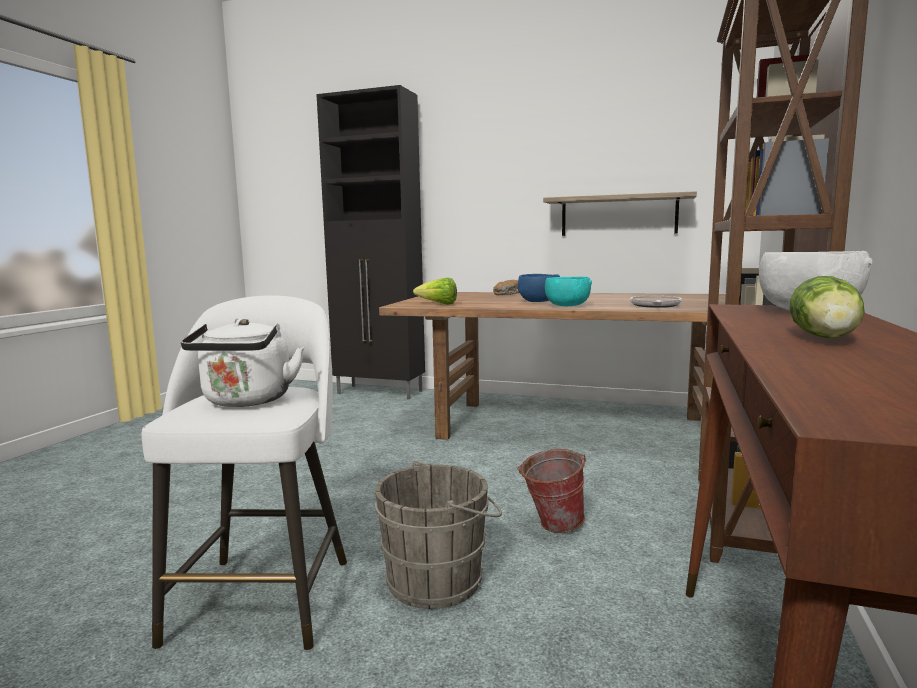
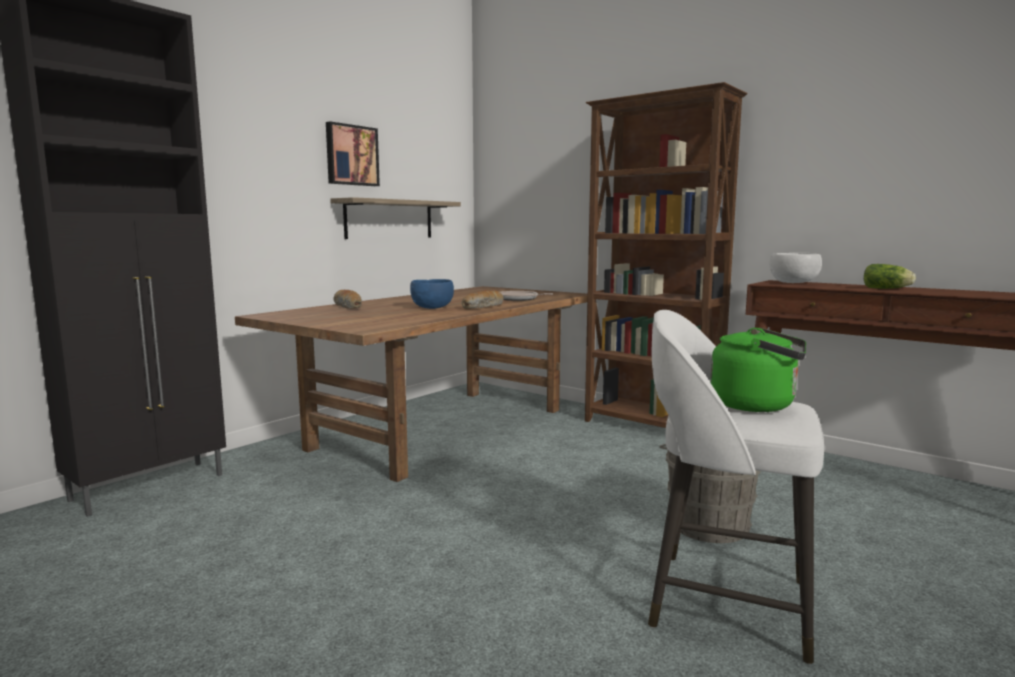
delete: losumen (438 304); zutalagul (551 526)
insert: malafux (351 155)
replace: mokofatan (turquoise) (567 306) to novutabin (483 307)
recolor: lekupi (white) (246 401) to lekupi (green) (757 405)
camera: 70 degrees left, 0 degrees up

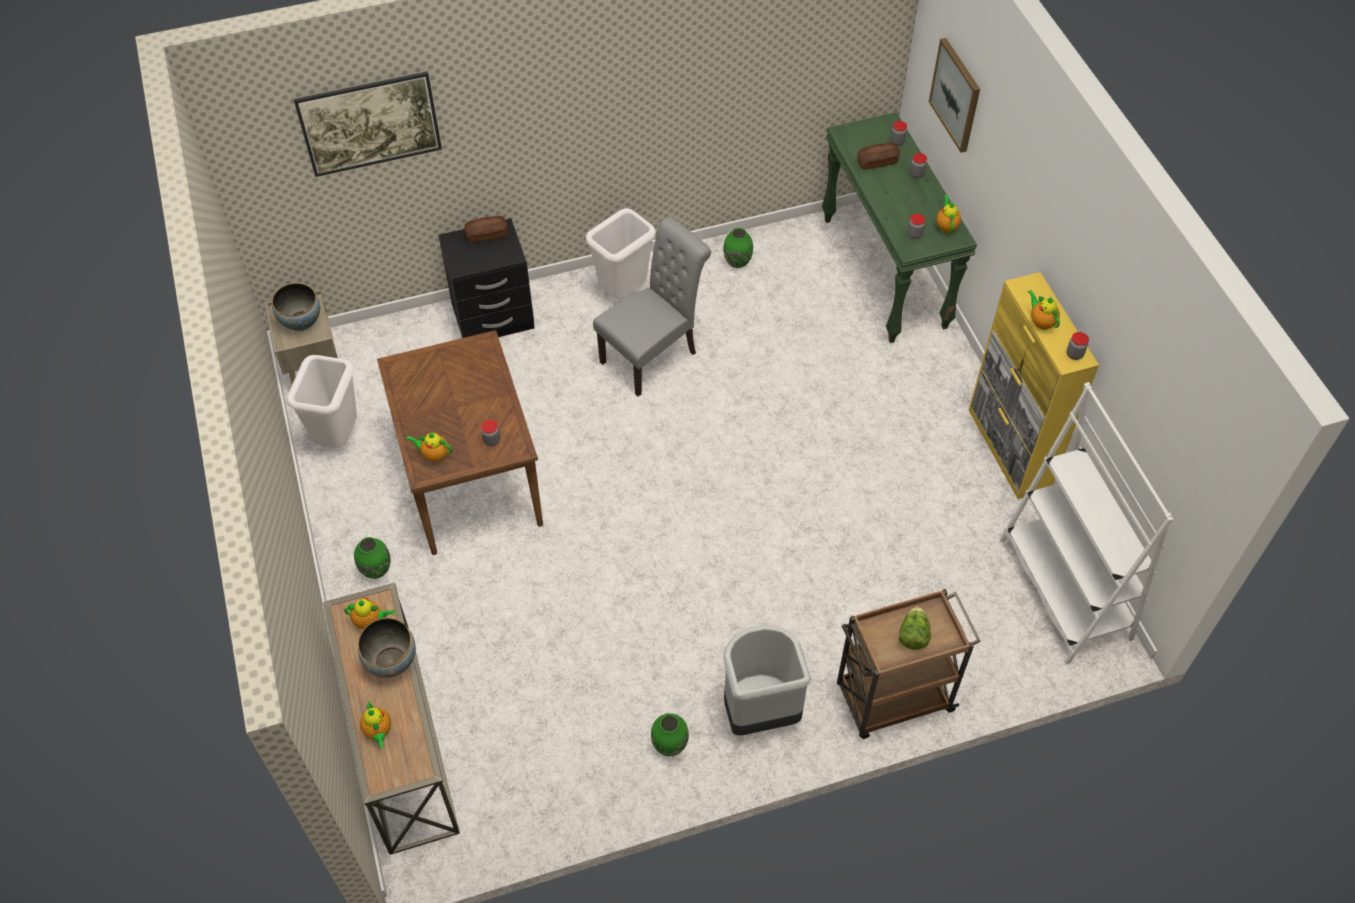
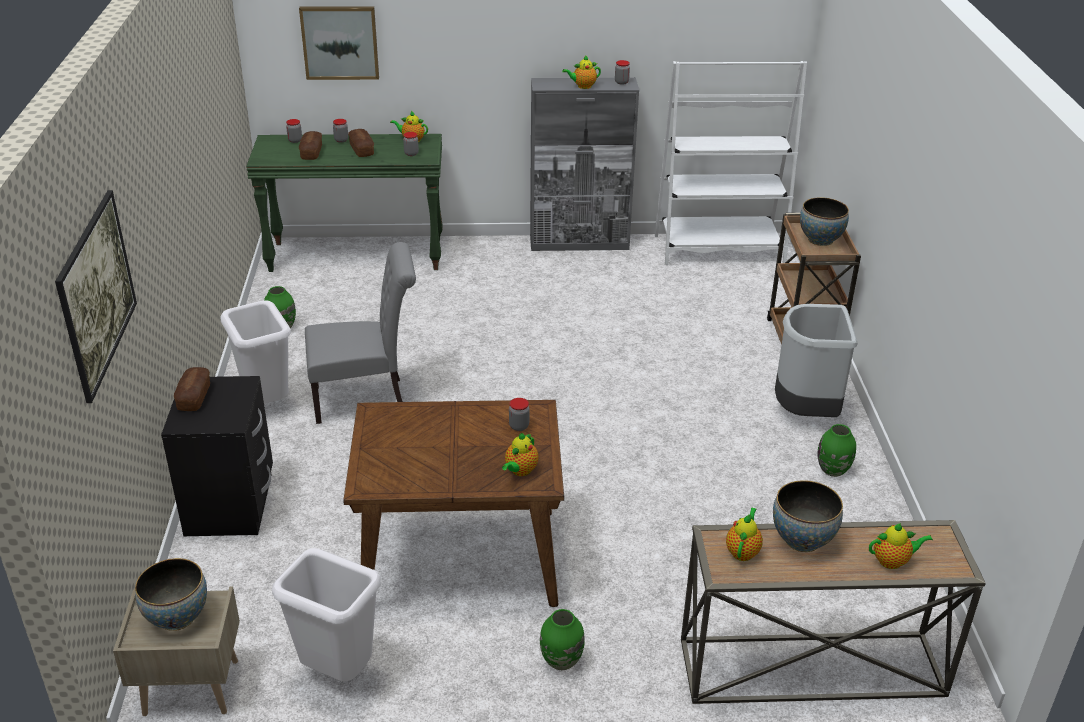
insert: novutabin (361 150)
replace: losumen (913 635) to mokofatan (820 240)
recolor: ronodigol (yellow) (1009 450) to ronodigol (grey) (579 243)
rotate: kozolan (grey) (653 355) = (366 399) 105 degrees clockwise
camera: 75 degrees left, 20 degrees down

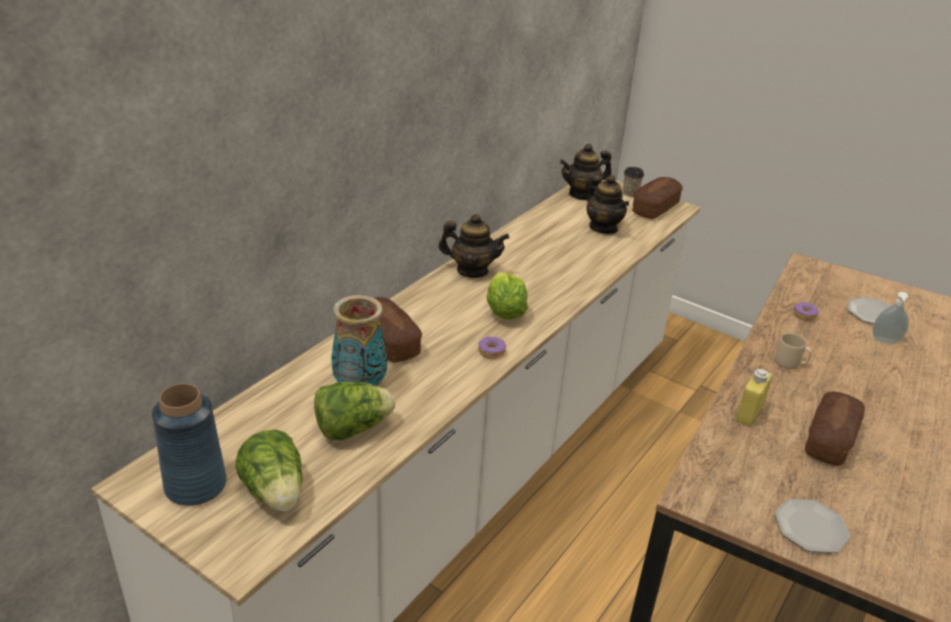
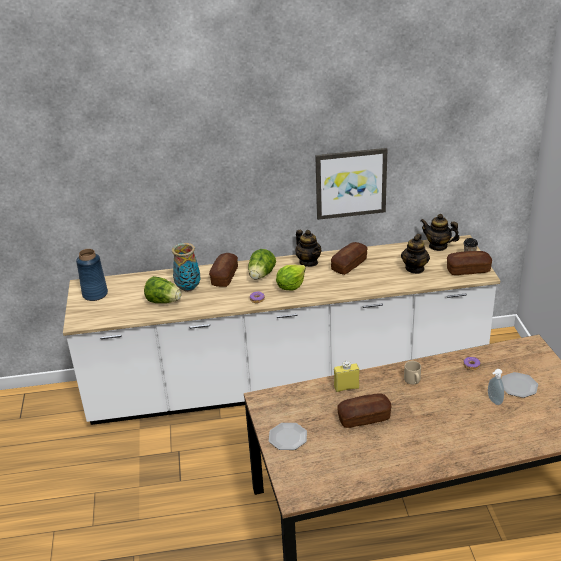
insert: malafux (350 183); novutabin (349 265)
move: losumen (275 492) to (261 275)
camera: 50 degrees right, 0 degrees up

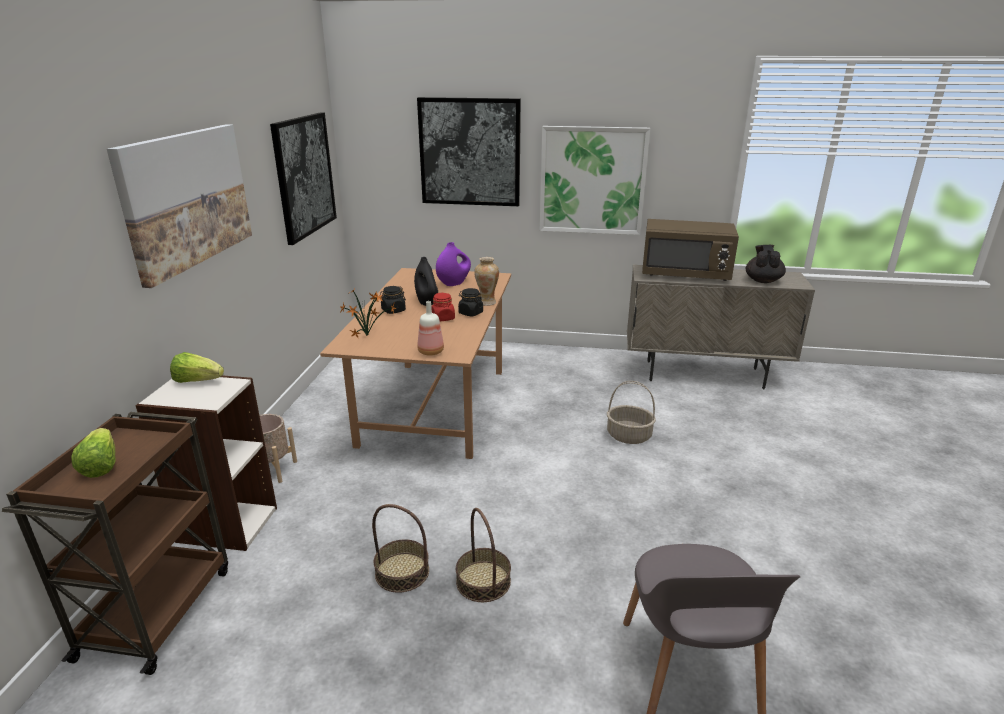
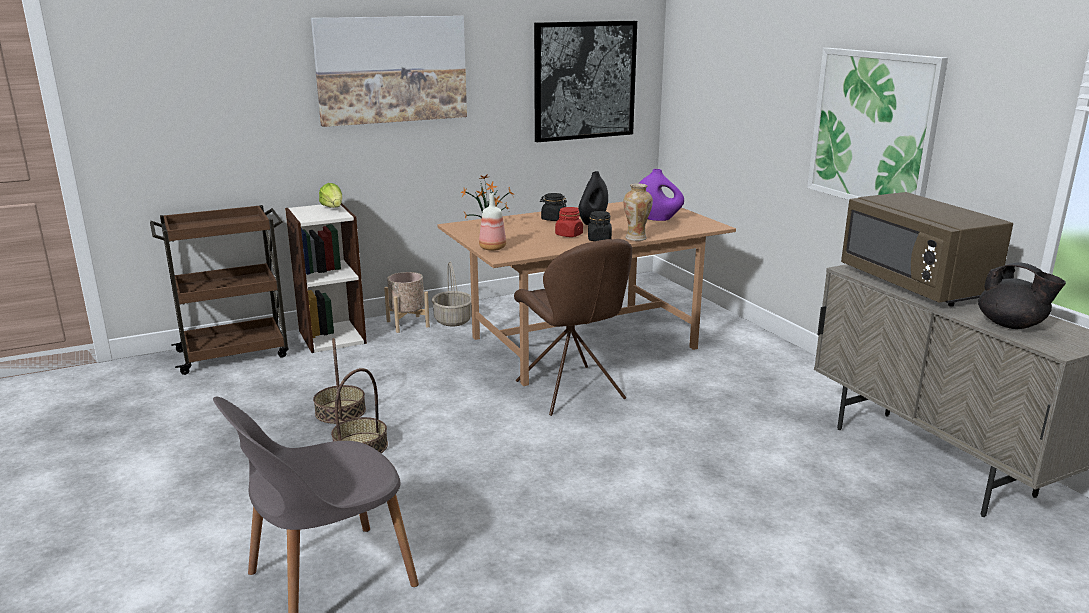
delete: losumen (101 465); malafux (470 152)
insert: kozolan (brown) (571 392)
move: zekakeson (629 435) to (453 320)
rotate: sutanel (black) (763 280) = (1011 325) 75 degrees clockwise
camera: 55 degrees right, 5 degrees down

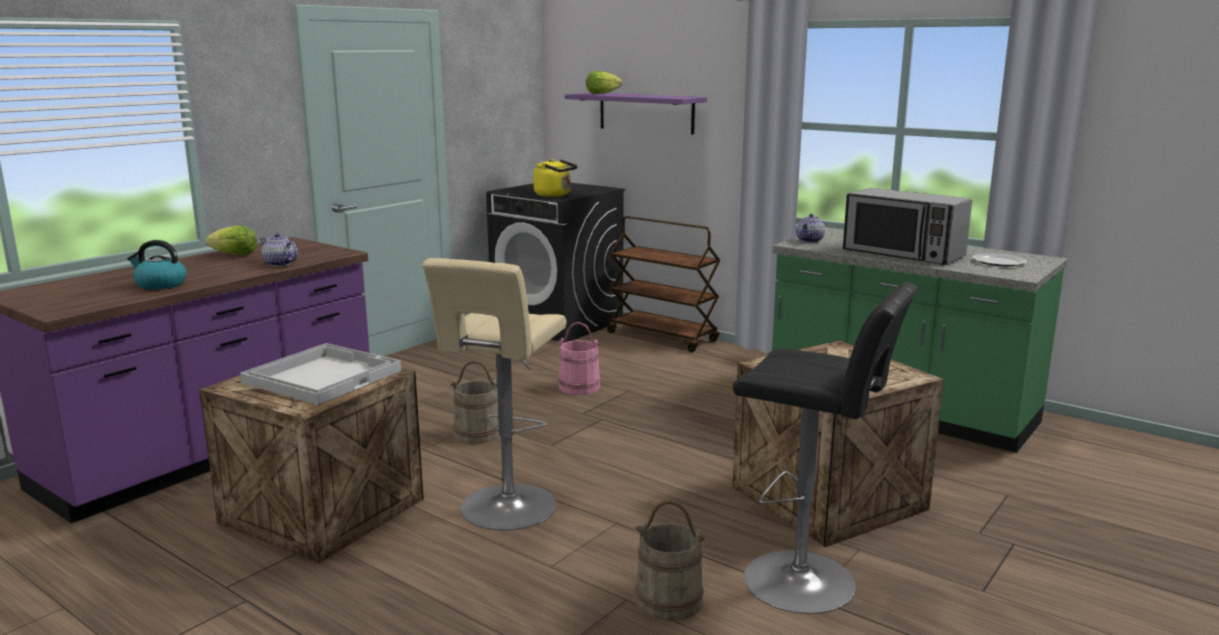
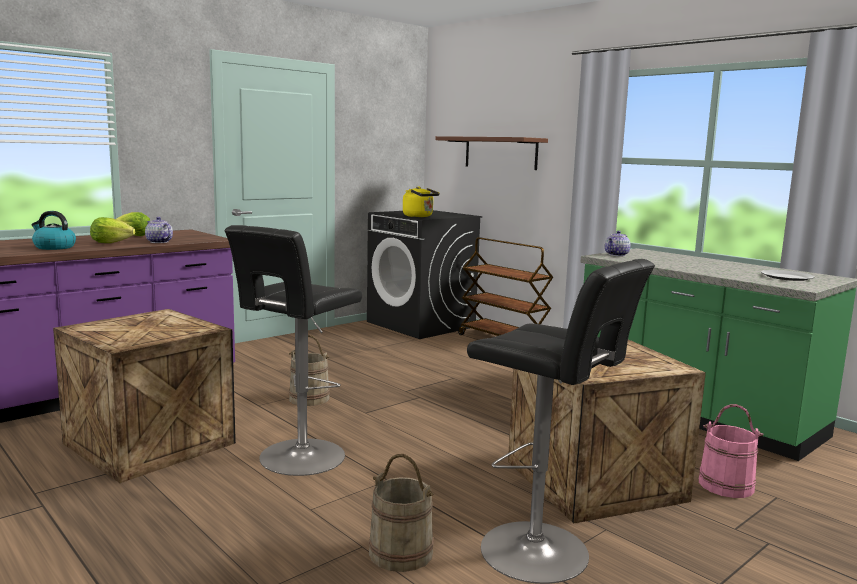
delete: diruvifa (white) (322 376); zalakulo (903 254)
move: zutalagul (pink) (579 387) to (725 485); losumen (601 93) to (111 243)
recolor: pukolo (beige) (505 510) to pukolo (black) (298 459); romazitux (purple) (646 113) to romazitux (brown) (500 153)
camera: 10 degrees right, 5 degrees down

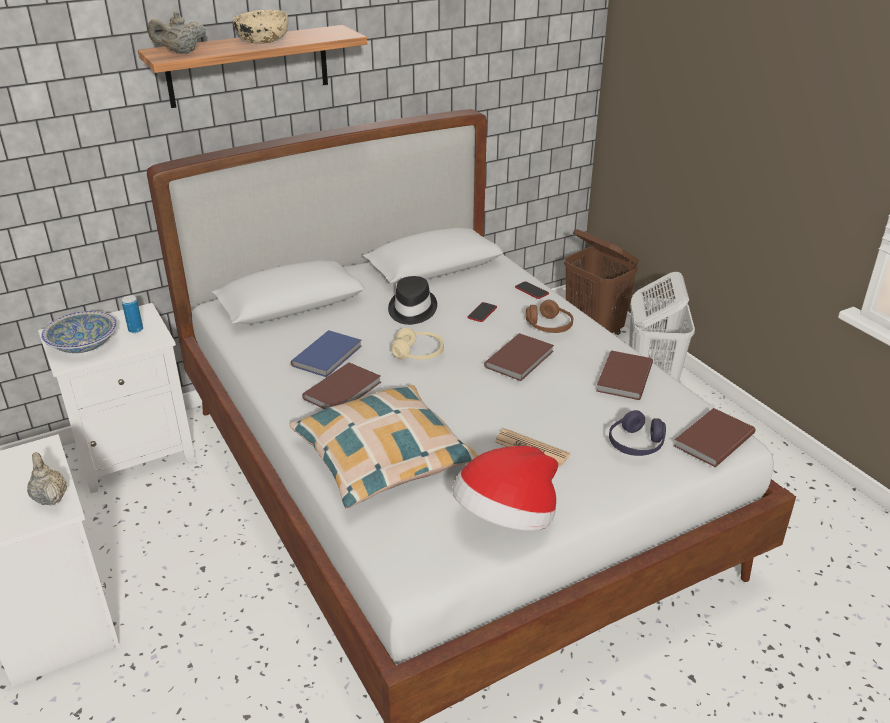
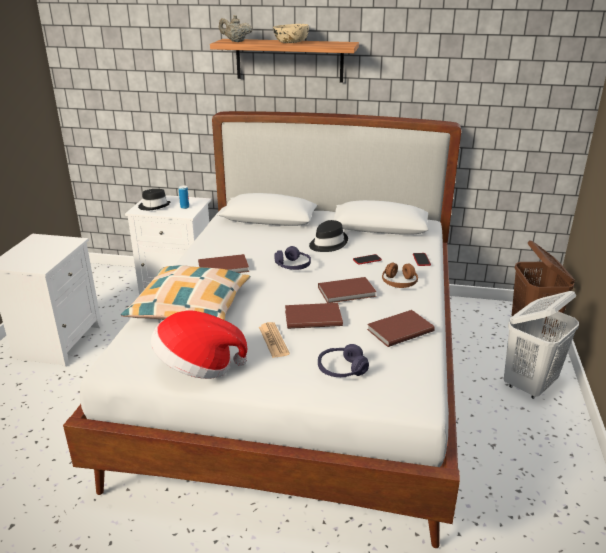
delete: sutanel (beige) (50 498); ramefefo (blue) (329 356)
move: ramefefo (brown) (711 439) to (312 317)
replace: mokofatan (83 345) to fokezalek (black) (154 206)
recolor: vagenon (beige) (418 353) to vagenon (purple) (293 266)
camera: 40 degrees right, 5 degrees down

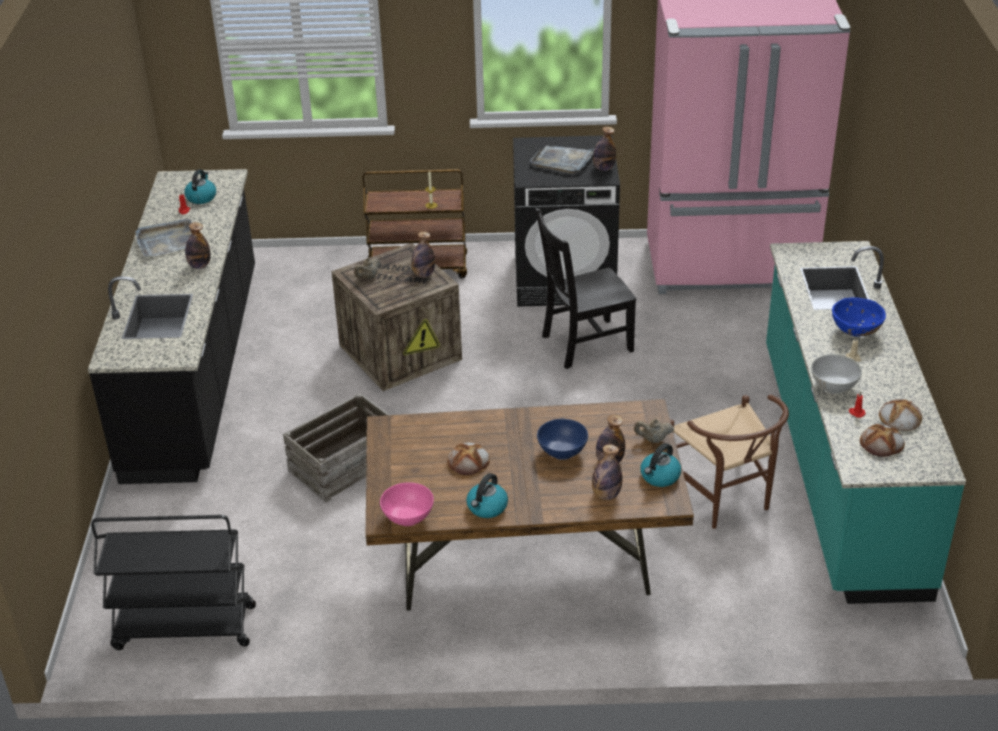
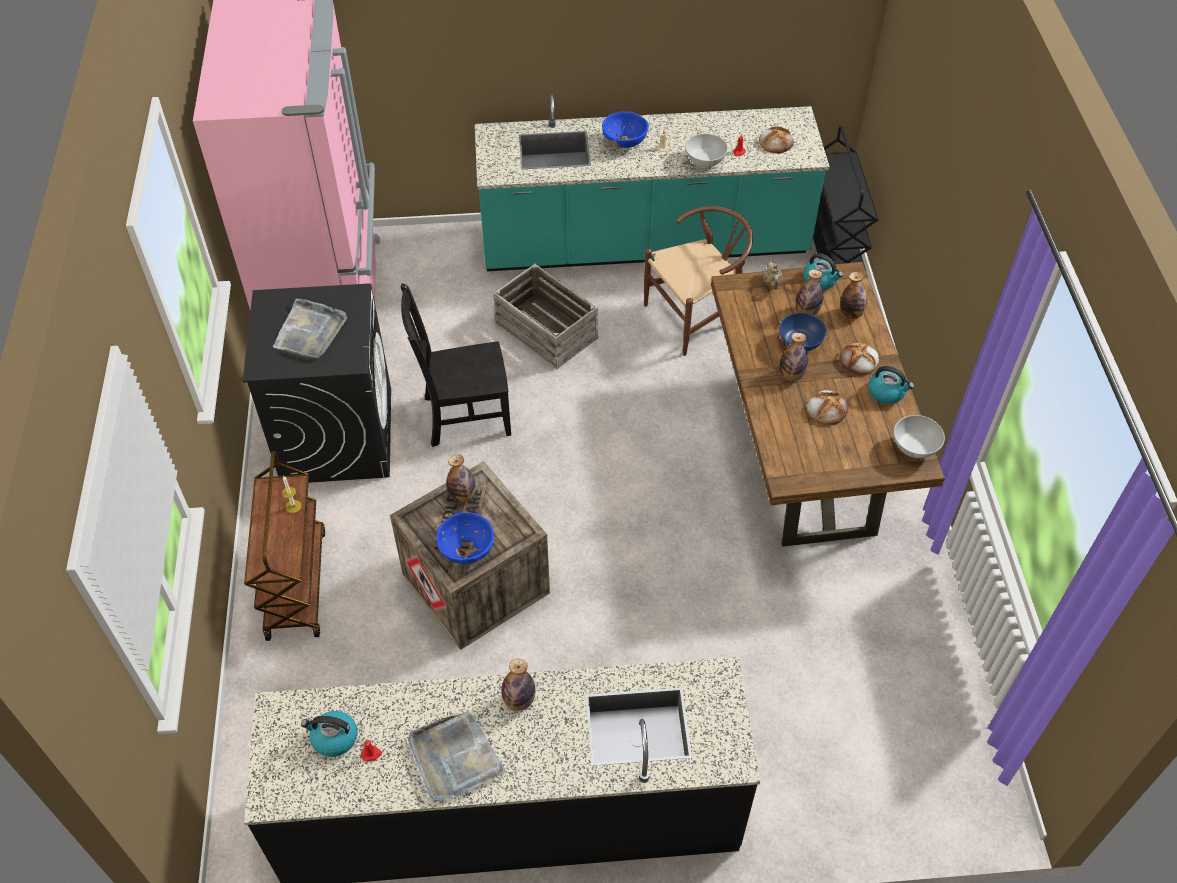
move: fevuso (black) (183 628) to (833 248); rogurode (345 464) to (545 331); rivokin (603 168) to (791 375); novutabin (899 418) to (858 361)
replace: sutanel (beige) (368 277) to mokofatan (blue) (467 551)
recolor: mokofatan (pink) (408 518) to mokofatan (white) (914 447)
rotate: kozolan (black) (584 344) = (463 416) 105 degrees clockwise
camera: 95 degrees left, 15 degrees up

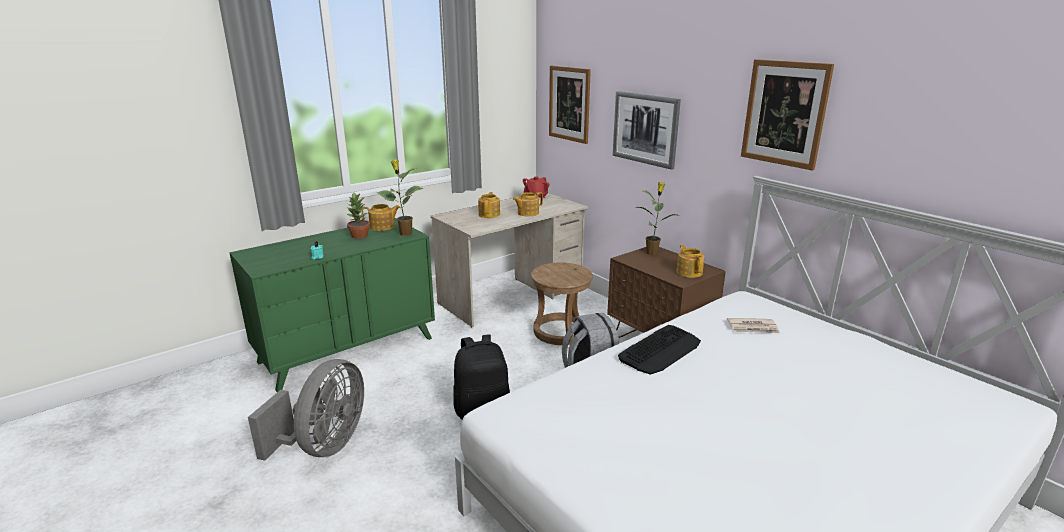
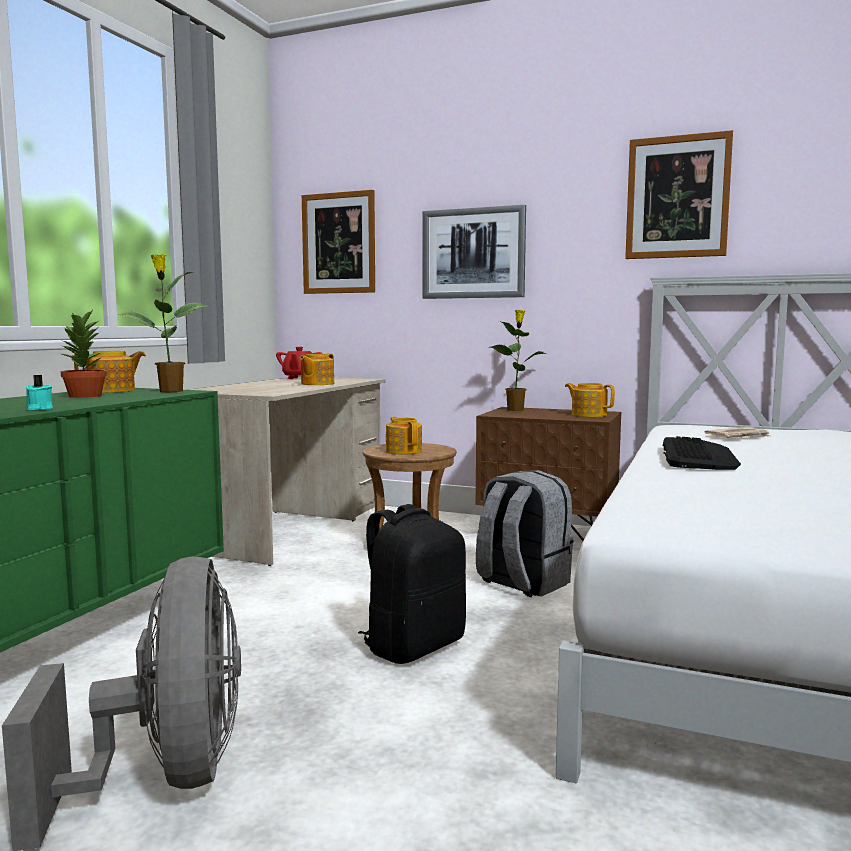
move: sutanel (489 214) to (404 451)
camera: 30 degrees left, 15 degrees down

